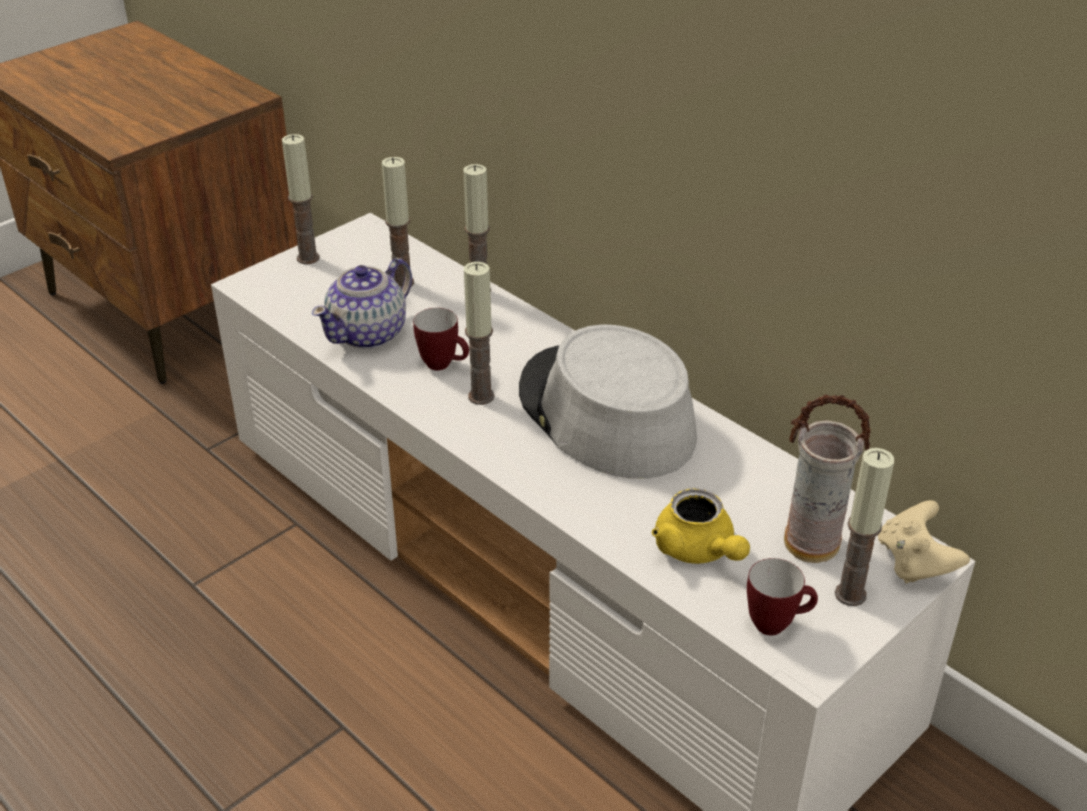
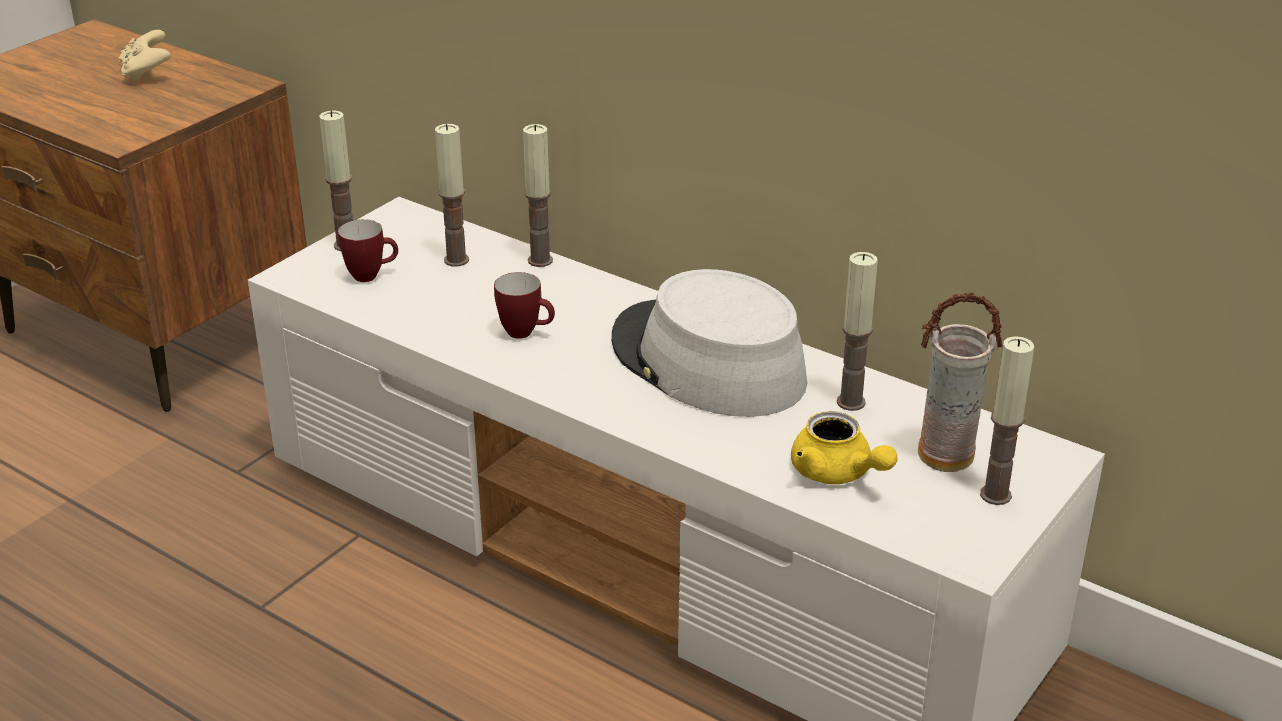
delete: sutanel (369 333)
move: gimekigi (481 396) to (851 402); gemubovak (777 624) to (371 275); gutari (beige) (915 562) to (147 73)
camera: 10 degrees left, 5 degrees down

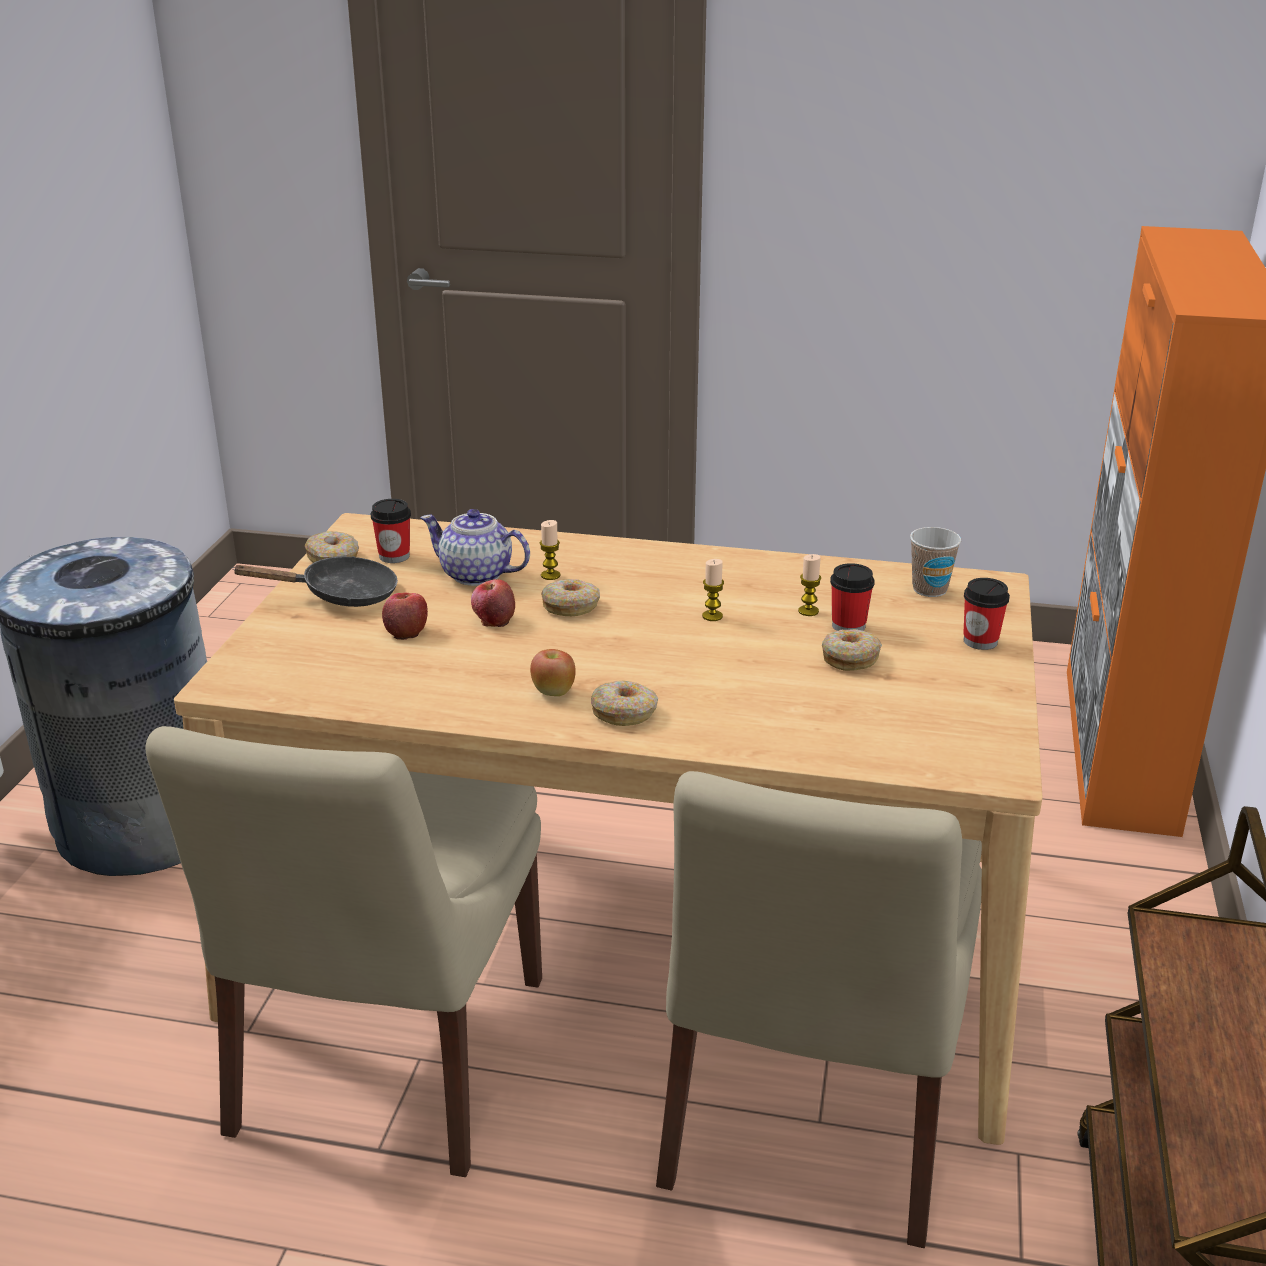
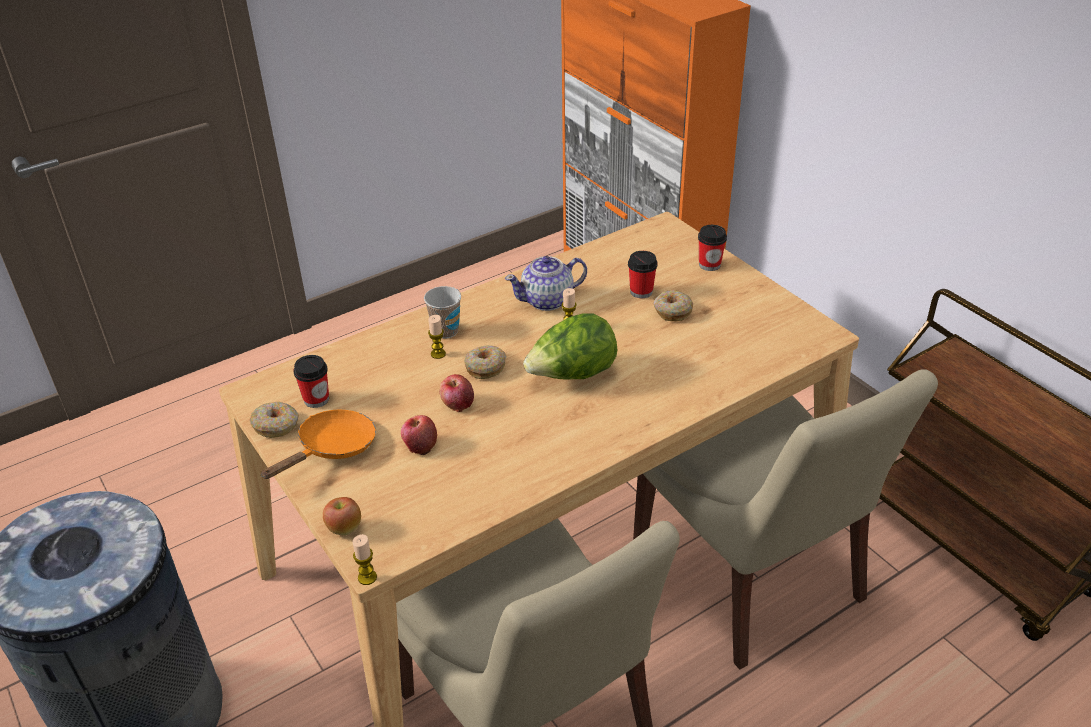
delete: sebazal (624 712)
insert: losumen (572 375)
move: sutanel (477 575) to (548 300); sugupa (553 692) to (344 528); gimekigi (808 611) to (367 577); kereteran (929 589) to (445 331)
recolor: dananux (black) (340 595) to dananux (orange) (332 448)
camera: 45 degrees left, 10 degrees up

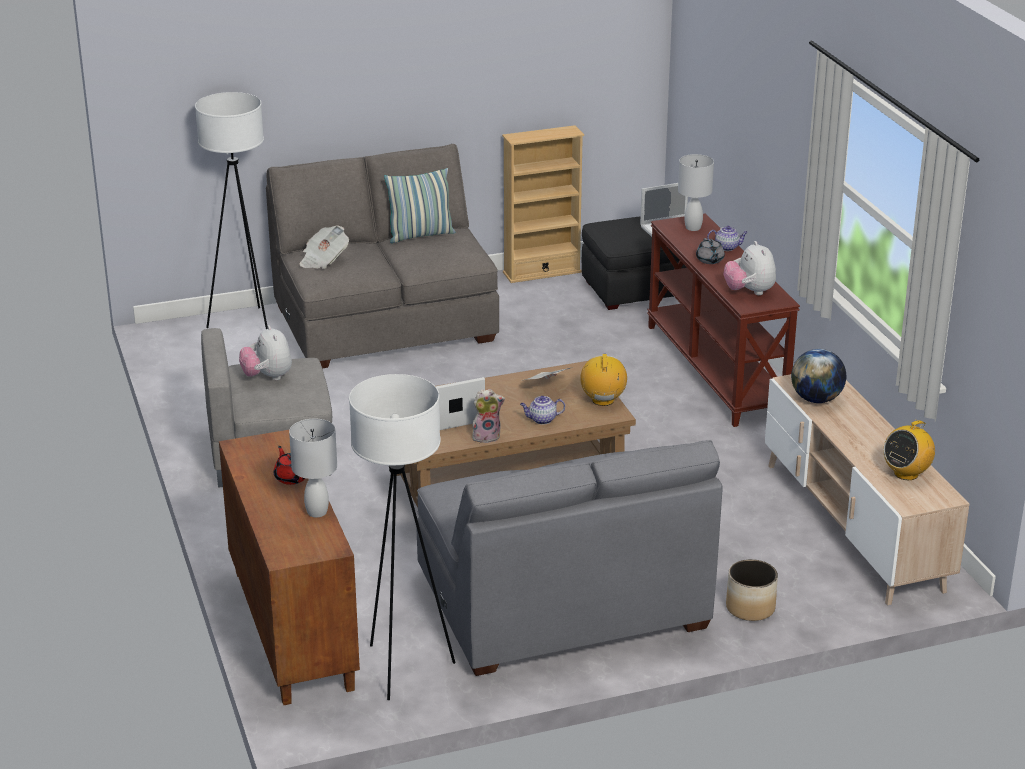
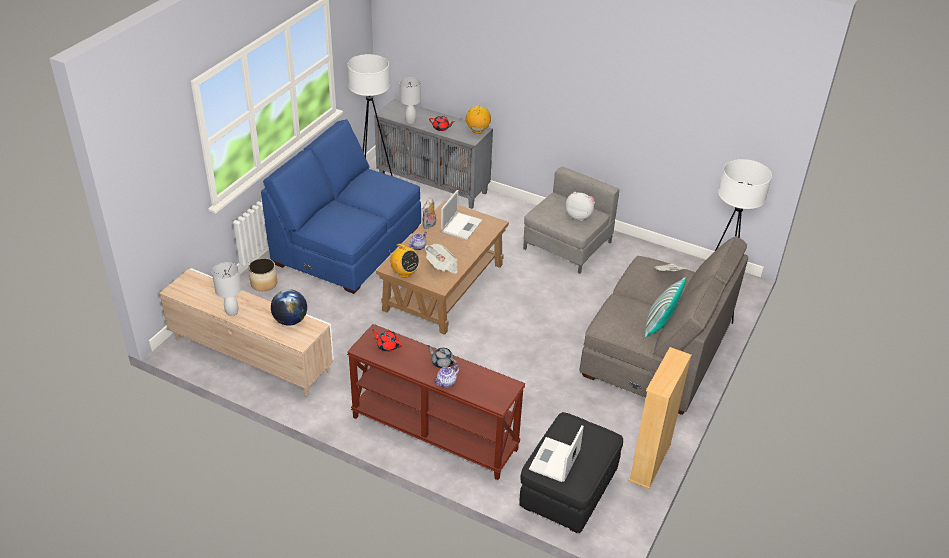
move: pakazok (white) (693 227) to (232 312); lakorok (906 473) to (478 130)
replace: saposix (749 292) to sutanel (red) (387 346)
recolor: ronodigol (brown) (290 628) to ronodigol (grey) (434 185); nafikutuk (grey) (561 600) to nafikutuk (blue) (348 246)
camera: 135 degrees right, 10 degrees up

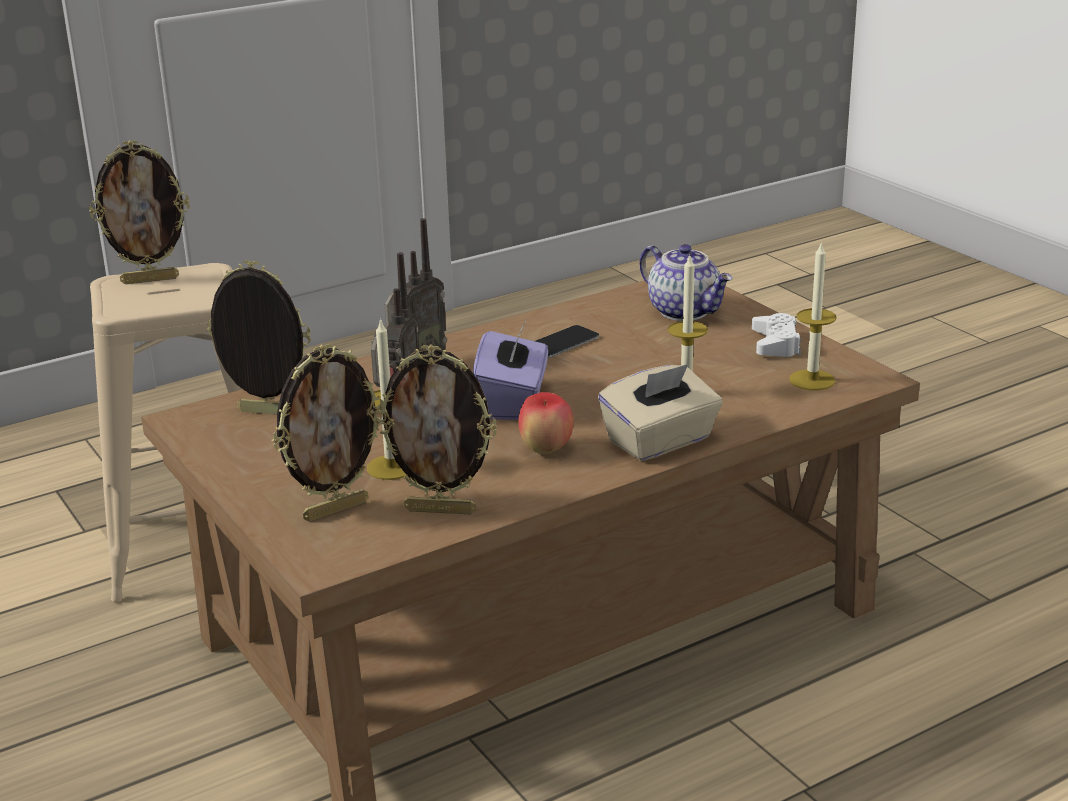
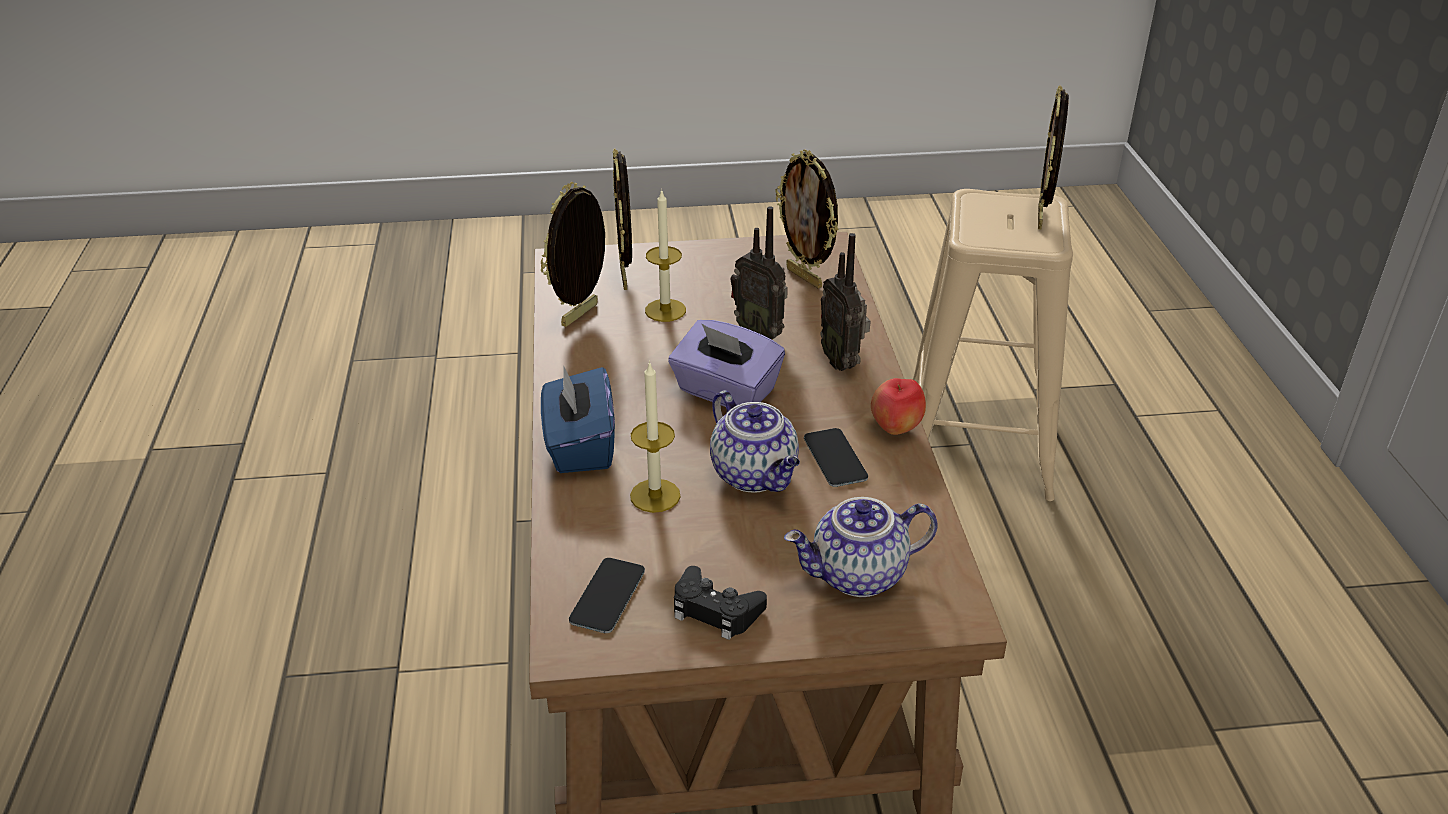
insert: sutanel (756 475)
move: sugupa (546 450) to (895 429)
replace: gimekigi (812 380) to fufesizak (607 596)
recolor: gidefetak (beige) (660 441) to gidefetak (blue) (580 446); gutari (white) (776 344) to gutari (black) (715 610)
rotate: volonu (266 414) = (805 277) 105 degrees clockwise
camera: 115 degrees right, 10 degrees up

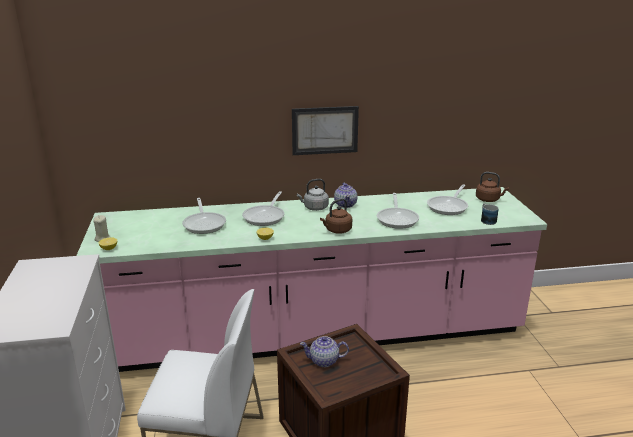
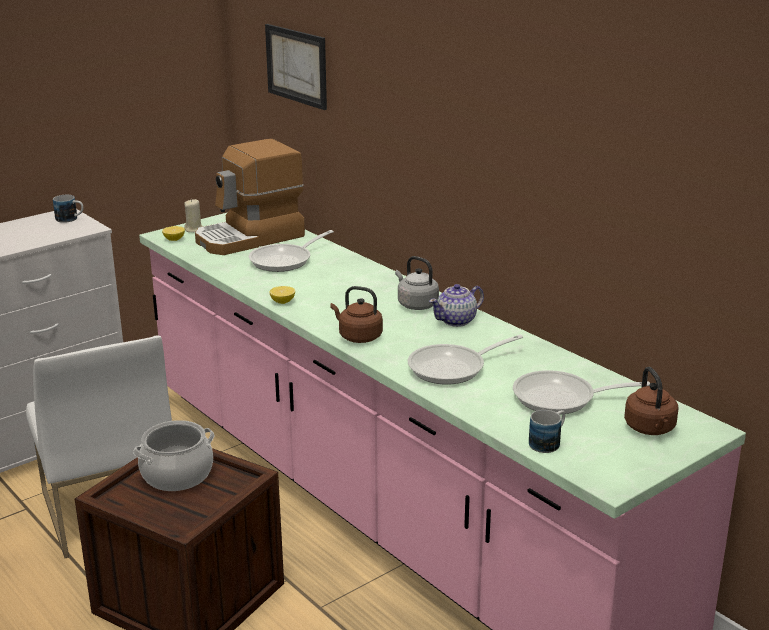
delete: dananux (265 216)
insert: gemubovak (71 219); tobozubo (250 238)
move: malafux (325 130) to (296 66)
replace: sutanel (324 361) to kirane (177 475)
camera: 60 degrees right, 0 degrees up

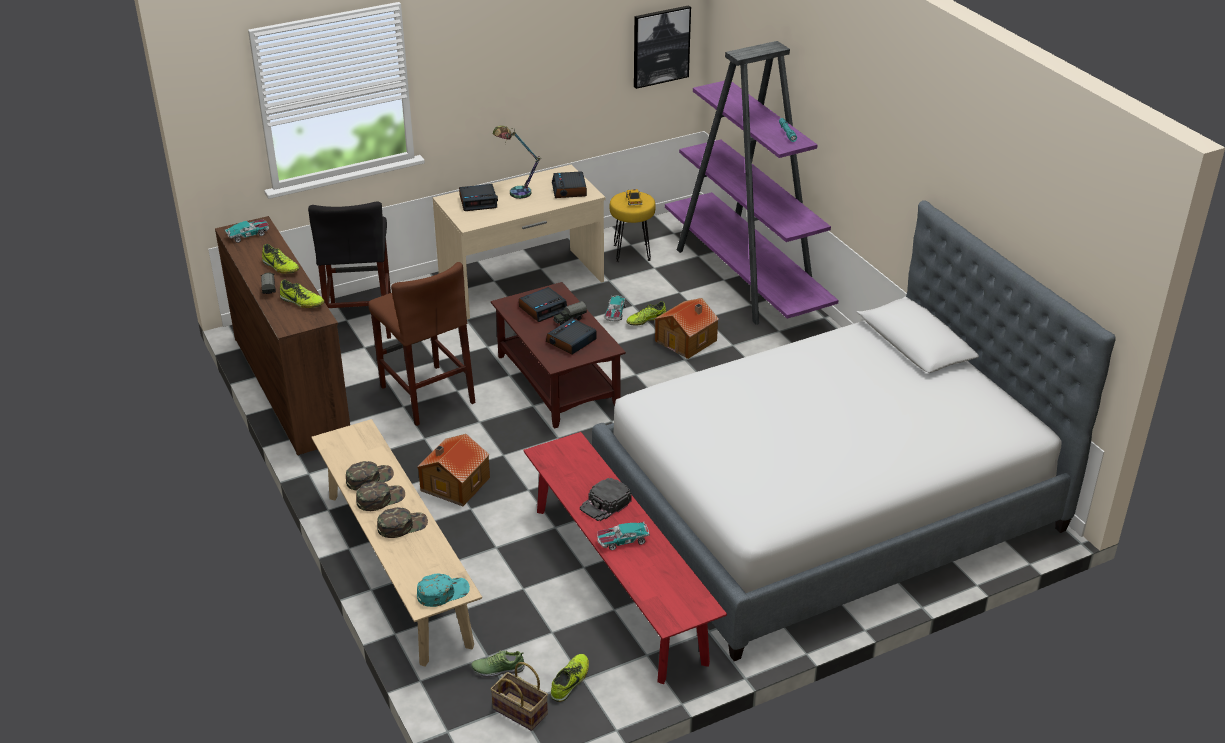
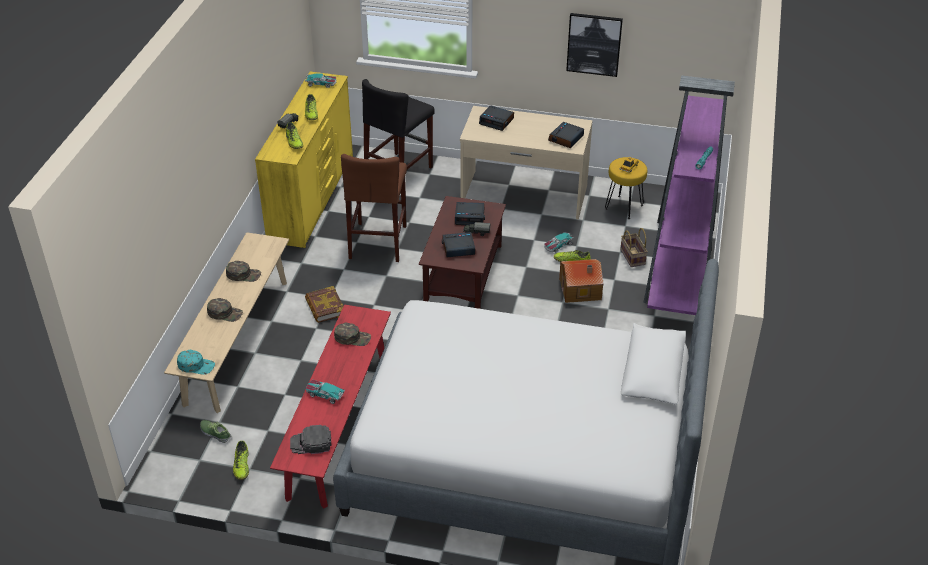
delete: pakazok (516 190)
move: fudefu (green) (380 498) to (352 337); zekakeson (518 711) to (631 256); fudefu (black) (605 504) to (311 443); malafux (661 46) to (594 44)
replace: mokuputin (453 484) to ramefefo (325 307)
recolor: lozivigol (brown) (292 386) to lozivigol (yellow) (312 197)
rotate: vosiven (570 681) = (242 466) 105 degrees clockwise
camera: 40 degrees right, 5 degrees up

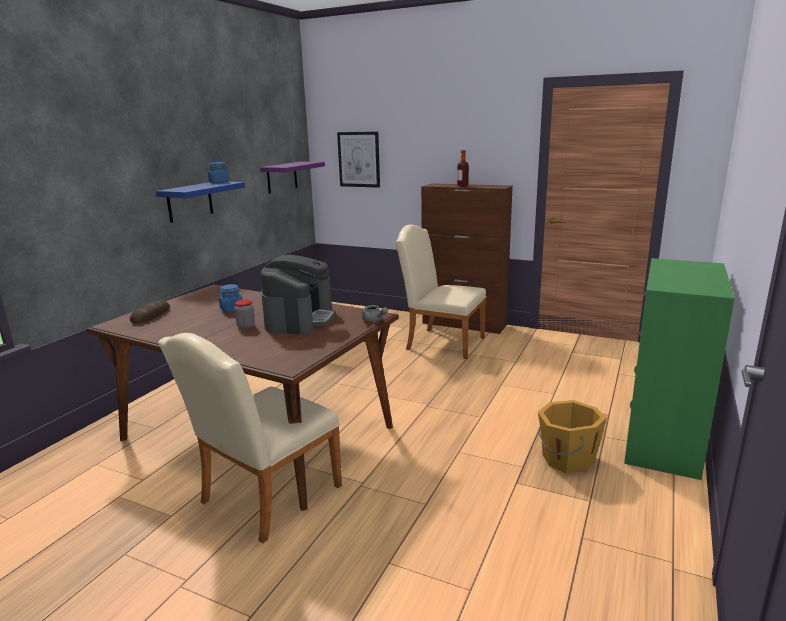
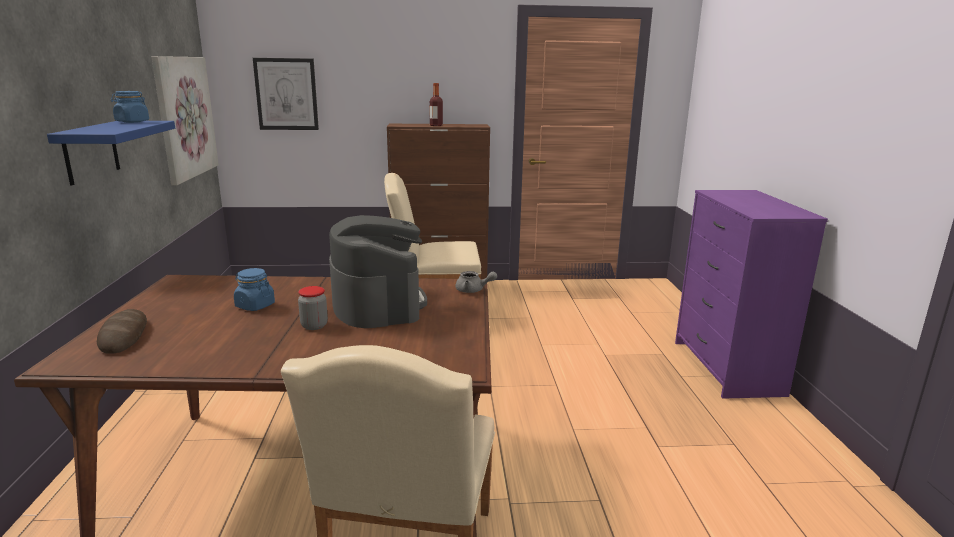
delete: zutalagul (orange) (566 459)
replace: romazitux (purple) (282 177) to malafux (185 117)
recolor: lozivigol (green) (662 440) to lozivigol (purple) (726 367)
camera: 30 degrees left, 0 degrees up

